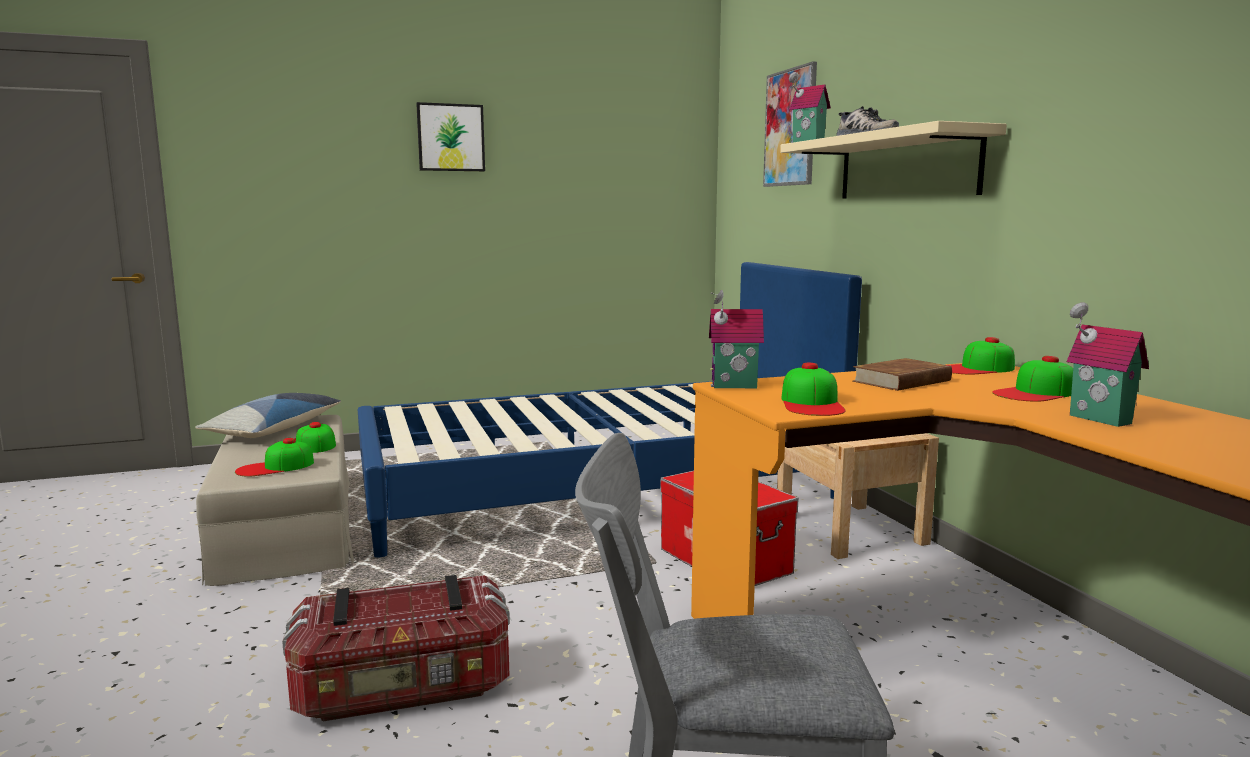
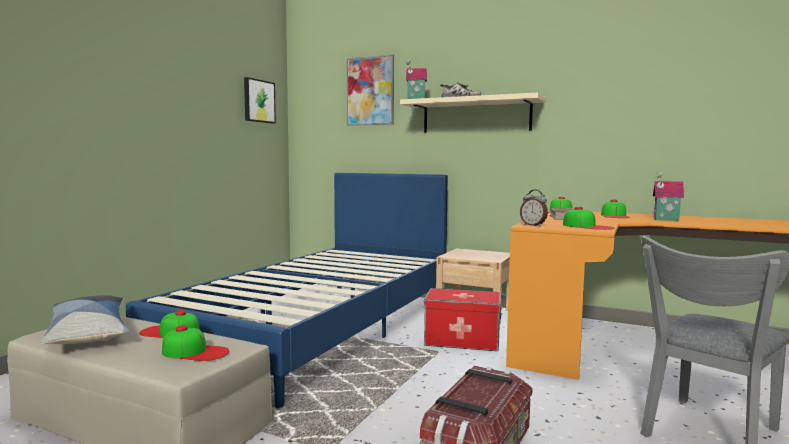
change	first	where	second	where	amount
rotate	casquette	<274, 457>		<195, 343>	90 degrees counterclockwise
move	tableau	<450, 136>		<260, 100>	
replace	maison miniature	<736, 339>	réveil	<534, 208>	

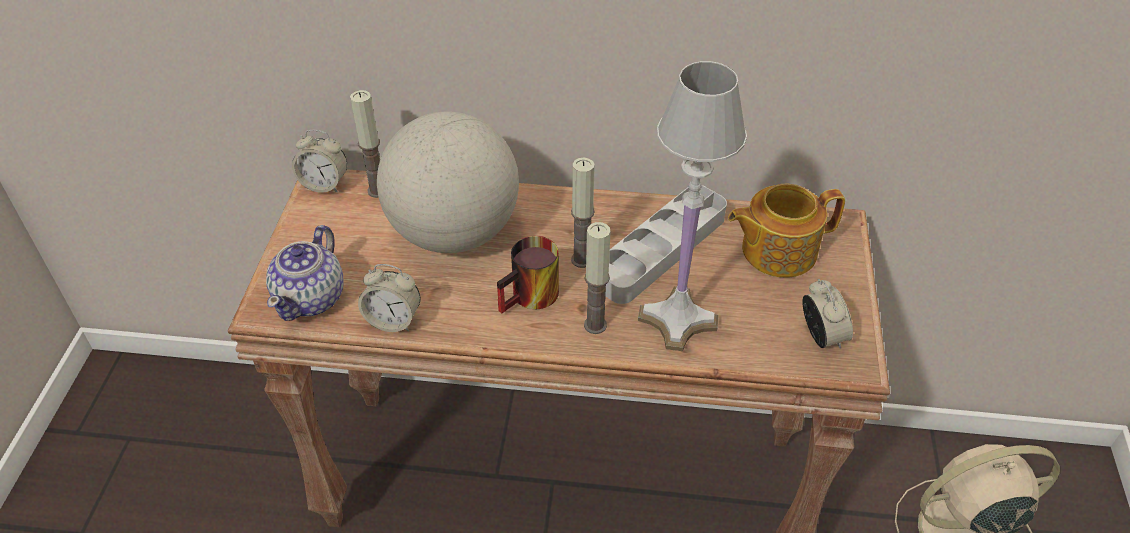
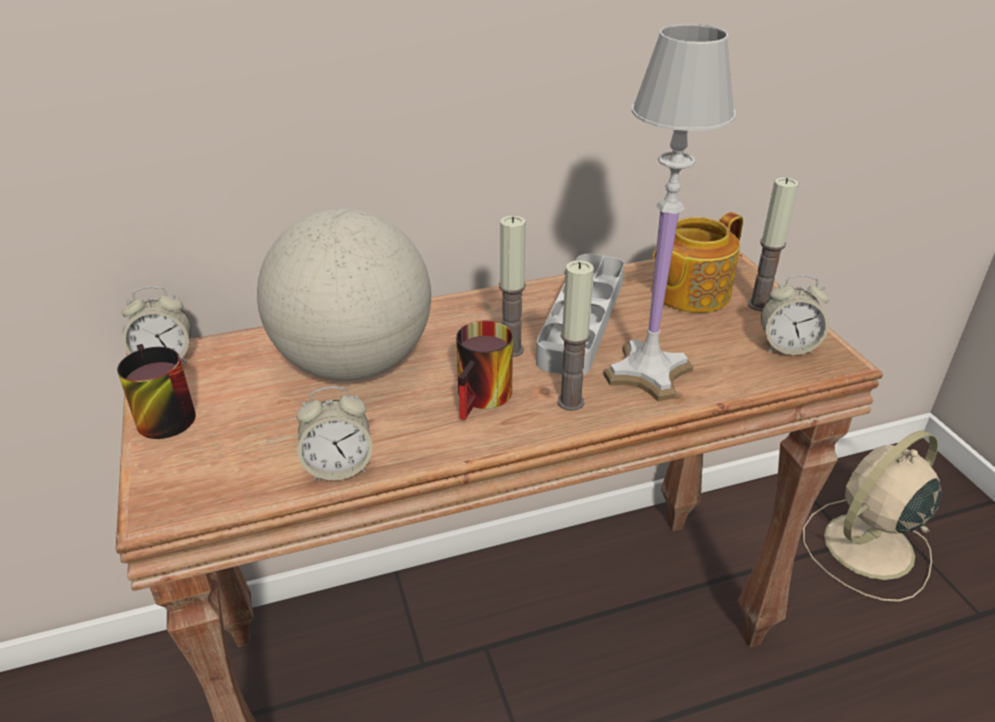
change	first	where	second	where	amount
insert			mug	<156, 391>	
move	bougie	<365, 144>		<773, 244>	
rotate	réveil	<827, 314>		<795, 315>	135 degrees clockwise
delete	théière	<304, 273>			

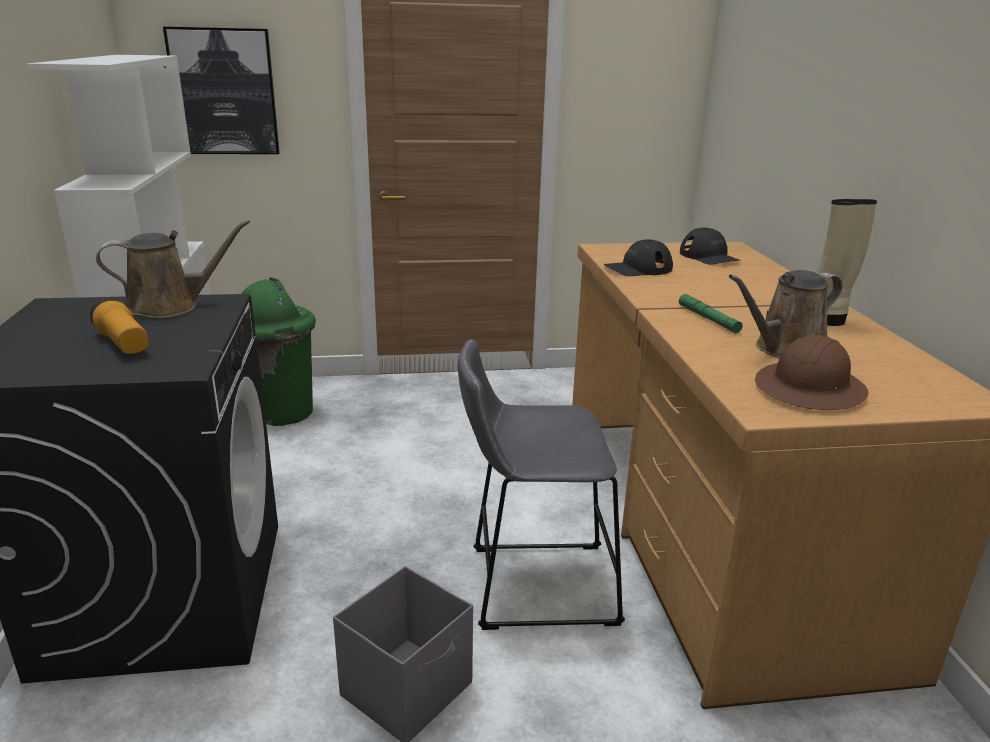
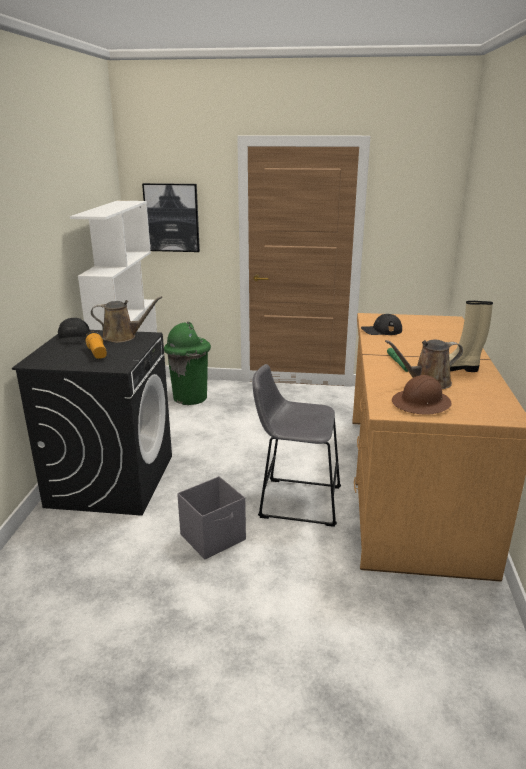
change	first	where	second	where	amount
move	casquette [noir]	<710, 246>		<74, 330>	

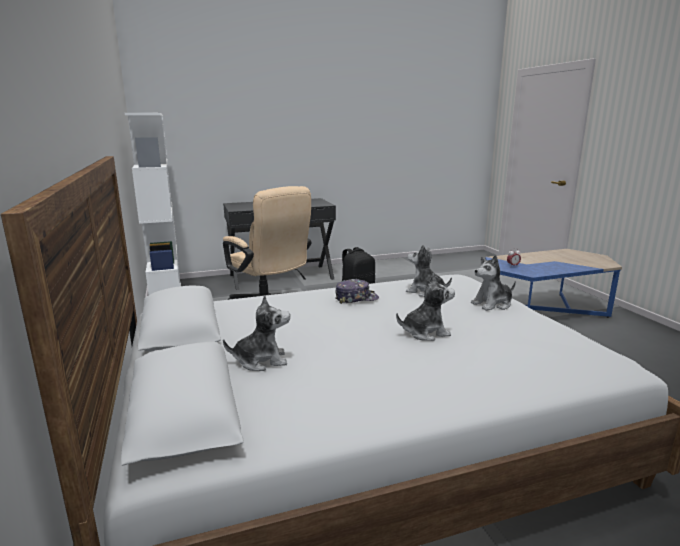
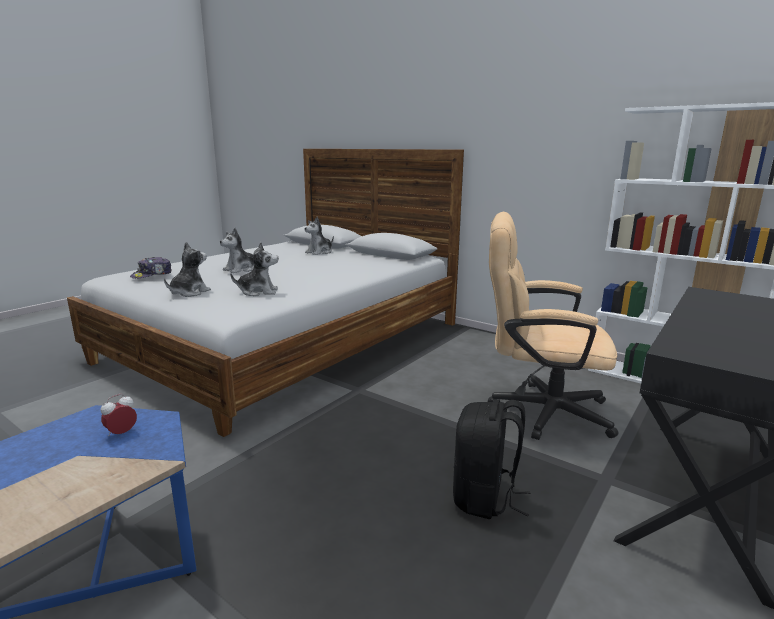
change	first	where	second	where	amount
move	casquette	<357, 291>		<150, 268>	

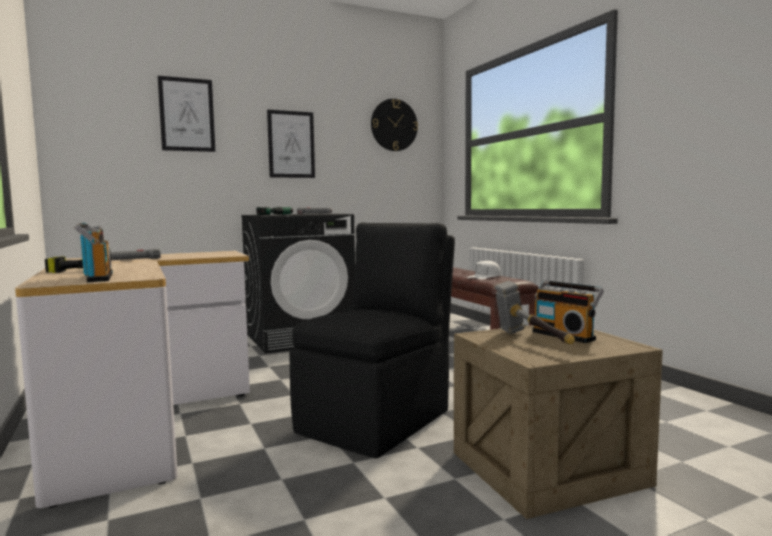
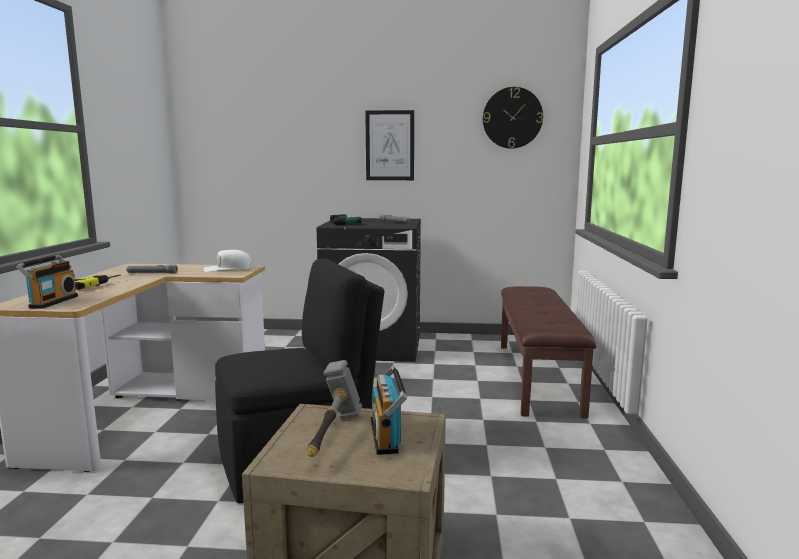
change	first	where	second	where	amount
move	casquette [blanc]	<484, 270>		<228, 261>	
delete	tableau	<186, 114>			

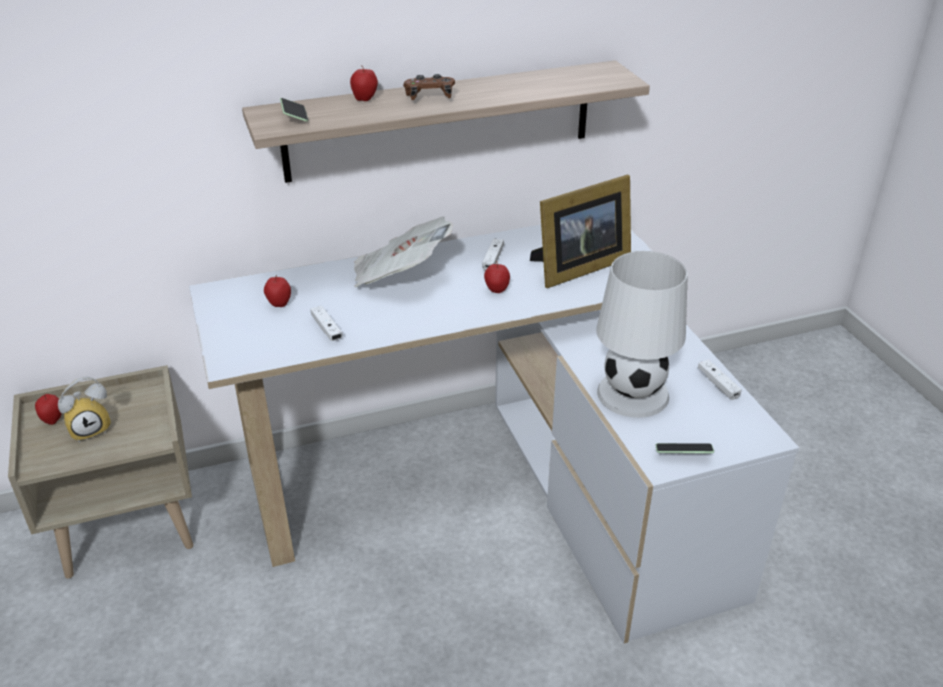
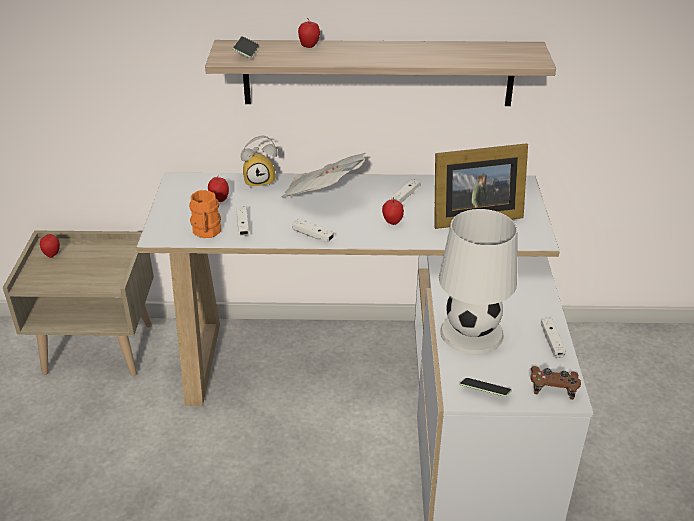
change	first	where	second	where	amount
insert			mug [orange]	<205, 214>	
move	réveil	<84, 410>		<259, 162>	
insert			manette [blanc]	<313, 230>	
move	manette [marron]	<429, 87>		<555, 383>	

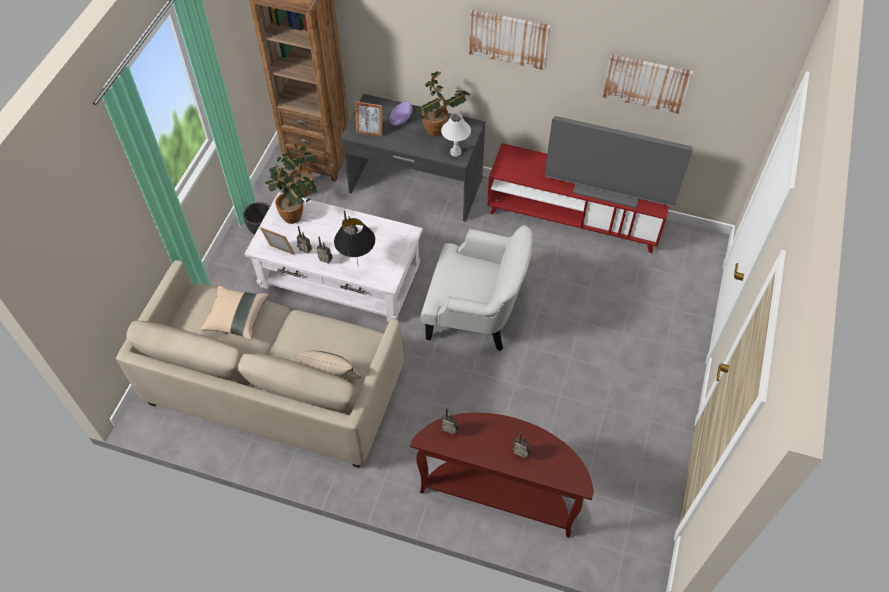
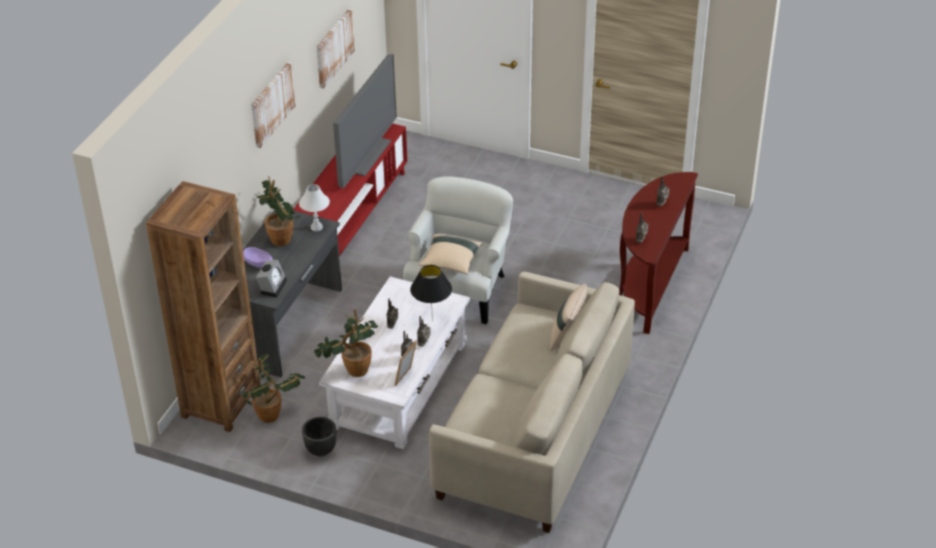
change	first	where	second	where	amount
replace	cadre photo	<368, 119>	réveil	<271, 279>	
move	coussin [beige]	<234, 313>		<450, 254>	

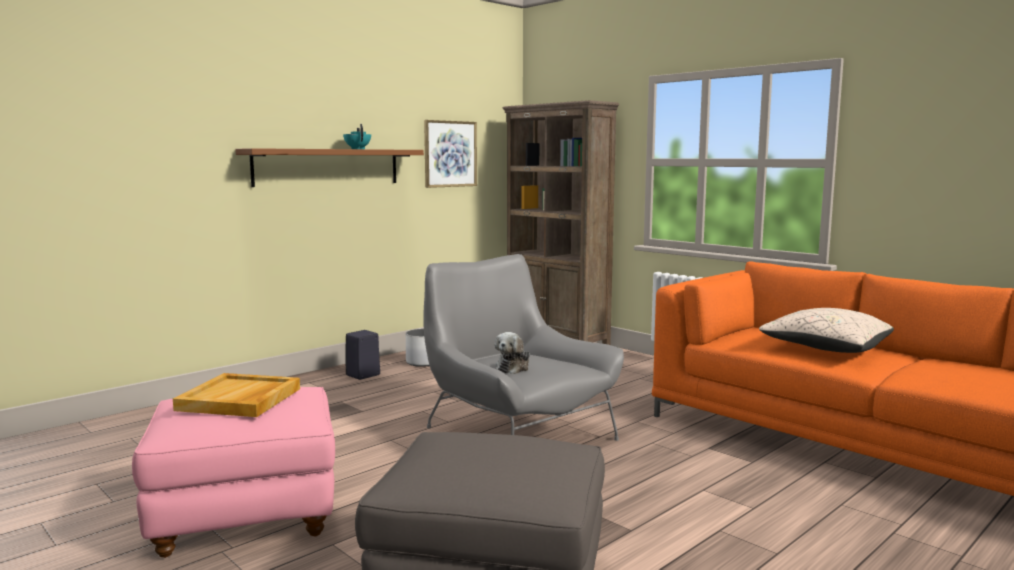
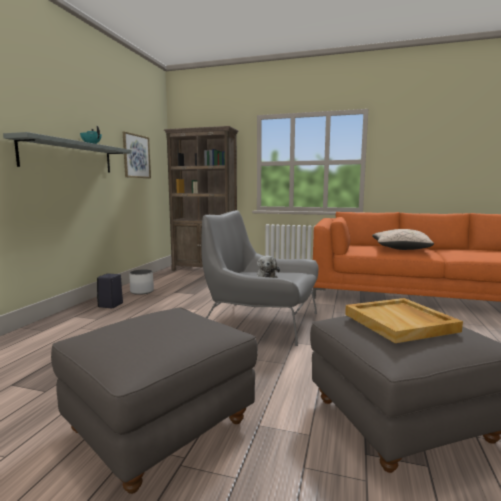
change	first	where	second	where	amount
recolor	étagère [marron]	<329, 167>	étagère [gris]	<67, 152>	
recolor	pouf [rose]	<233, 472>	pouf [gris]	<154, 401>	
move	plateau [beige]	<236, 395>		<404, 320>	

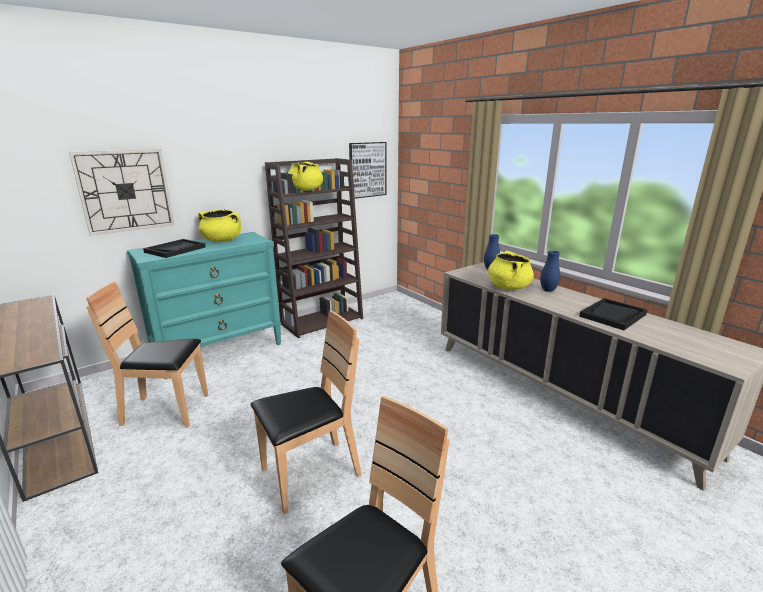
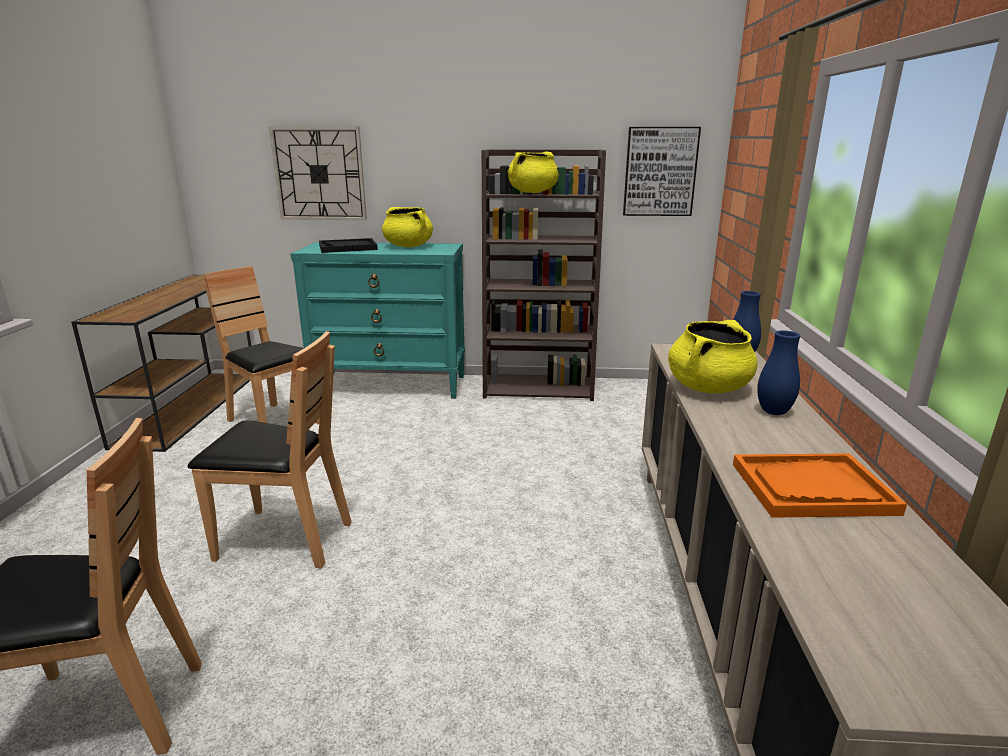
change	first	where	second	where	amount
recolor	plateau [noir]	<613, 314>	plateau [orange]	<820, 485>	

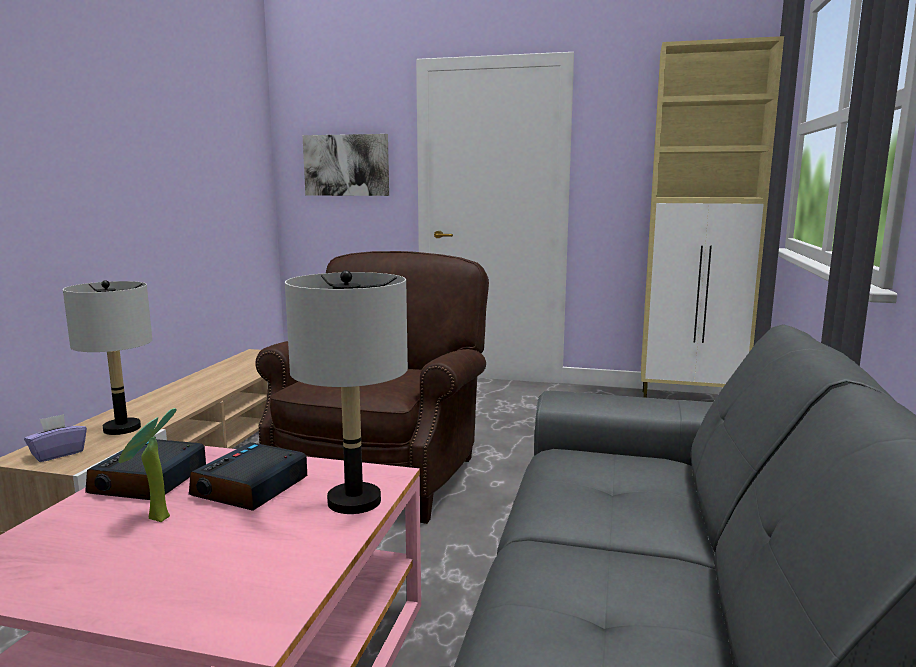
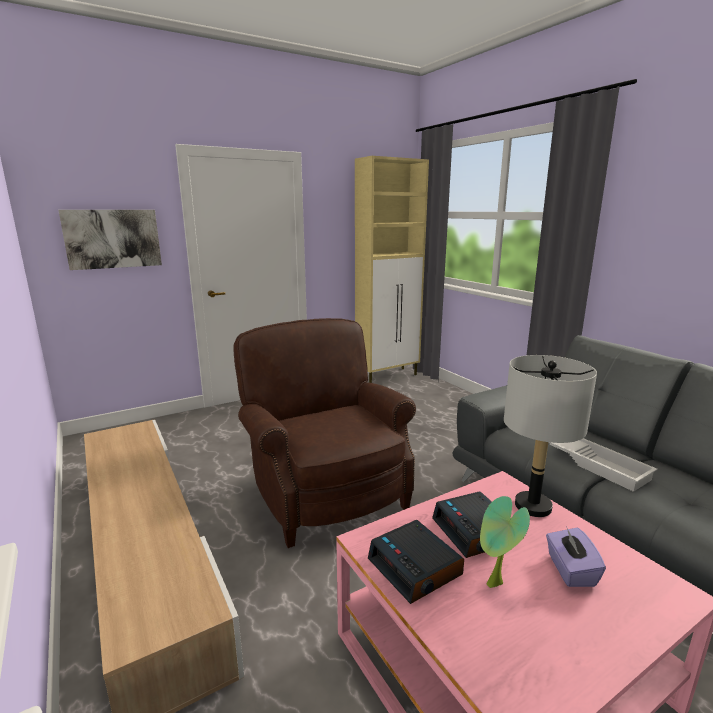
change	first	where	second	where	amount
move	boîte à mouchoirs [violet]	<55, 438>		<576, 556>	
insert			plateau [blanc]	<602, 465>	
delete	lampe de table [gris]	<107, 357>			

